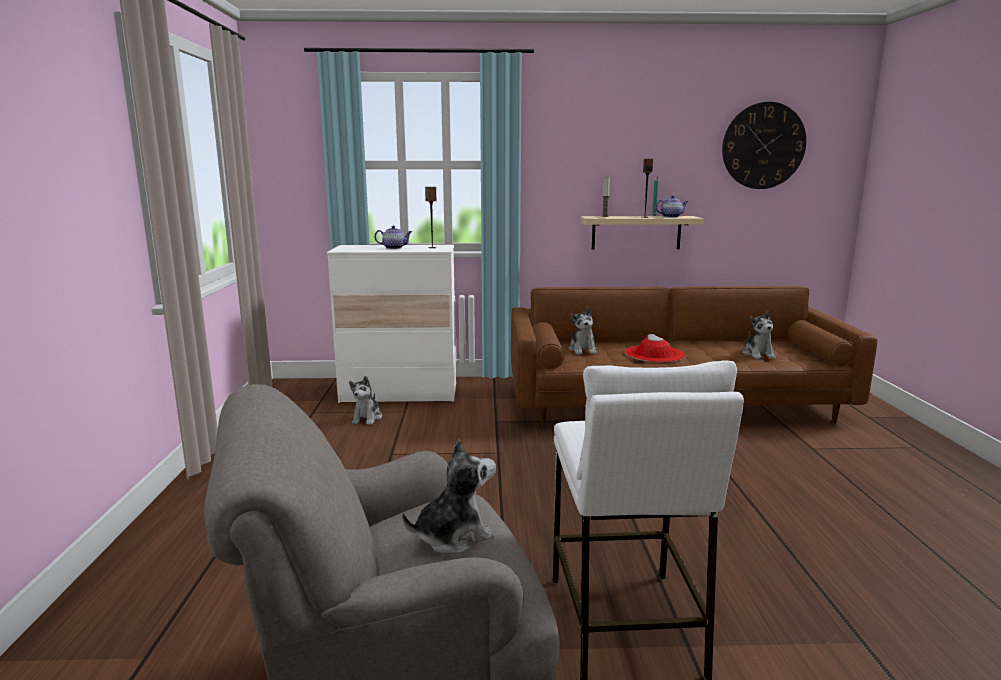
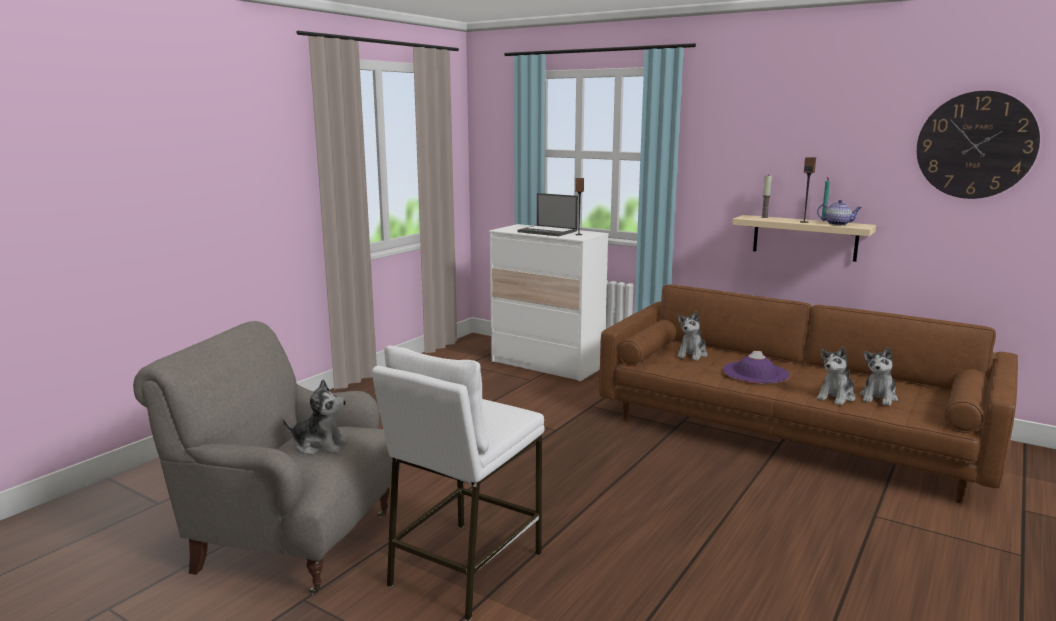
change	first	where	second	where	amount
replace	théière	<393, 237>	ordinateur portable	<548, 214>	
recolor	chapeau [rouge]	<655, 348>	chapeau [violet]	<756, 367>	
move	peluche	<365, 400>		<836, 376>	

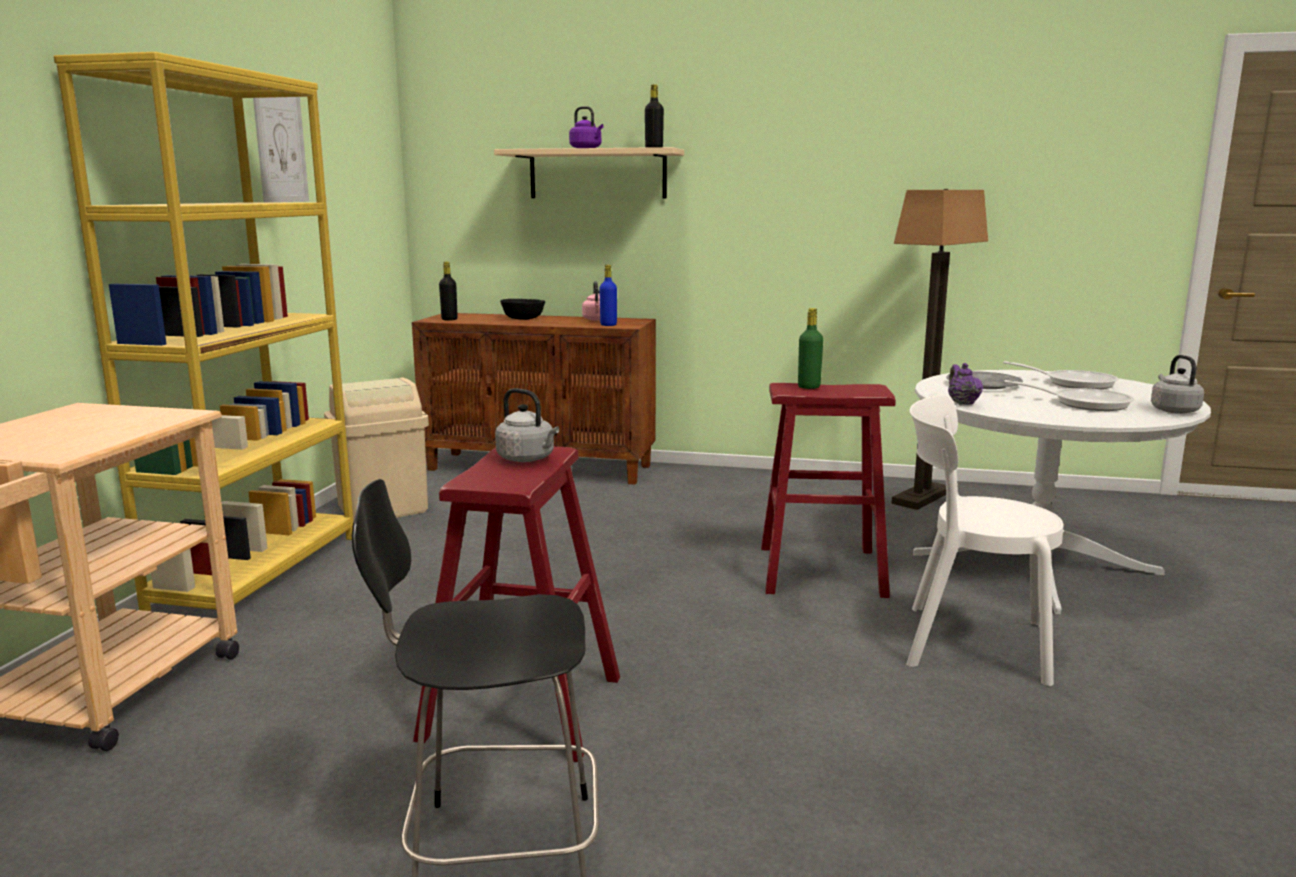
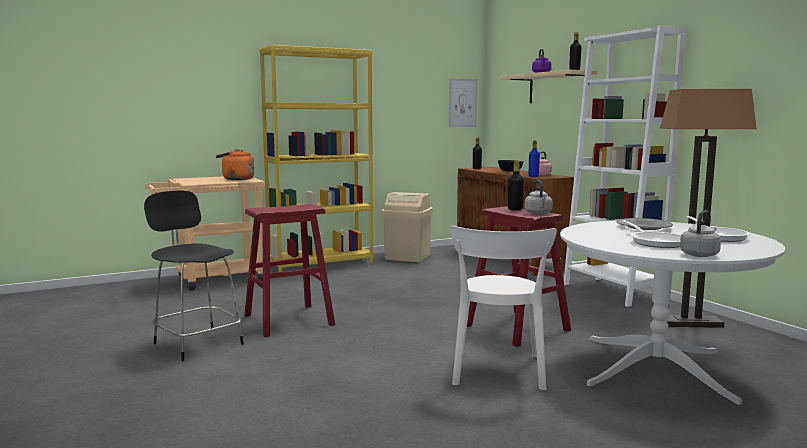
change	first	where	second	where	amount
insert			bouilloire [orange]	<235, 164>	
move	tableau	<281, 149>		<463, 102>	
rotate	chaise [blanc]	<984, 540>		<503, 308>	150 degrees counterclockwise
recolor	bouteille [vert]	<810, 348>	bouteille [noir]	<516, 185>	
move	bouilloire [gris]	<527, 425>		<538, 197>	
insert			bibliothèque [blanc]	<625, 166>	
delete	théière [violet]	<965, 384>			

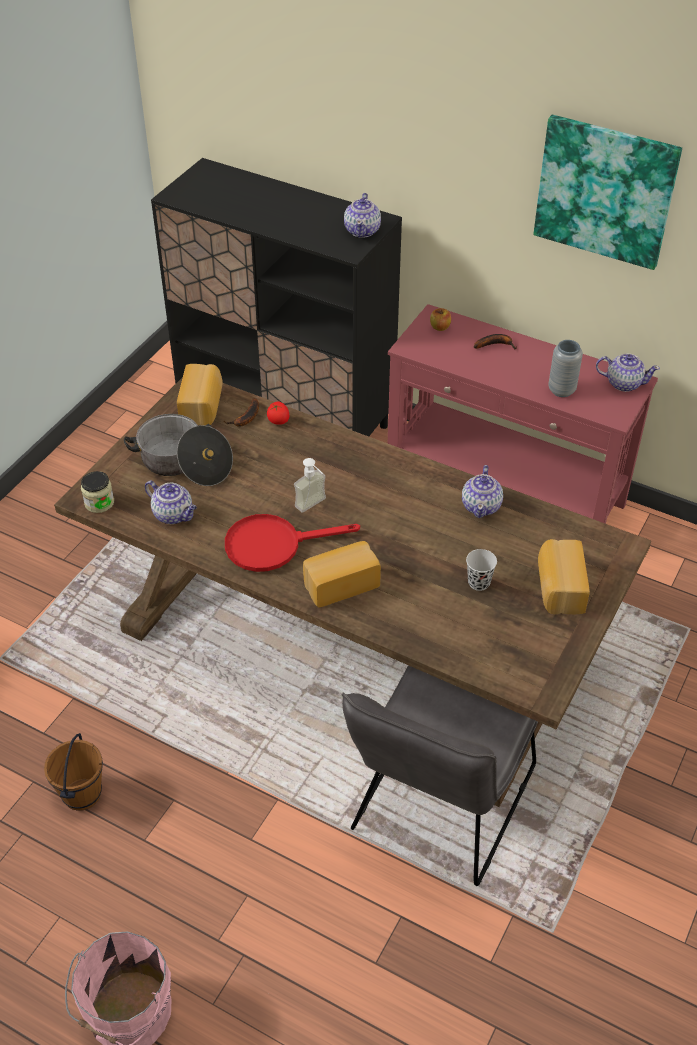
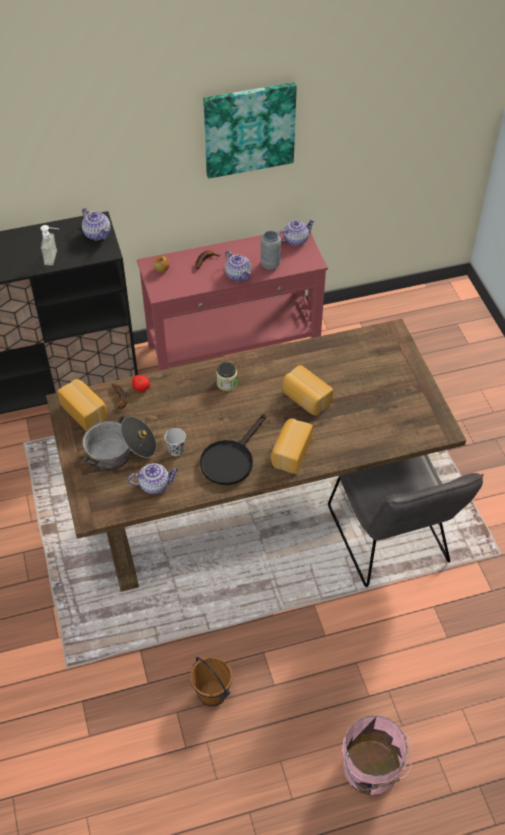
change	first	where	second	where	amount
move	distributeur de savon	<310, 485>		<49, 245>	
move	tasse [noir]	<481, 570>		<175, 442>	
recolor	poêle [rouge]	<292, 543>	poêle [noir]	<233, 449>	
move	bocal	<97, 492>		<226, 376>	
move	théière	<482, 491>		<238, 265>	
move	pain	<564, 576>		<308, 390>	

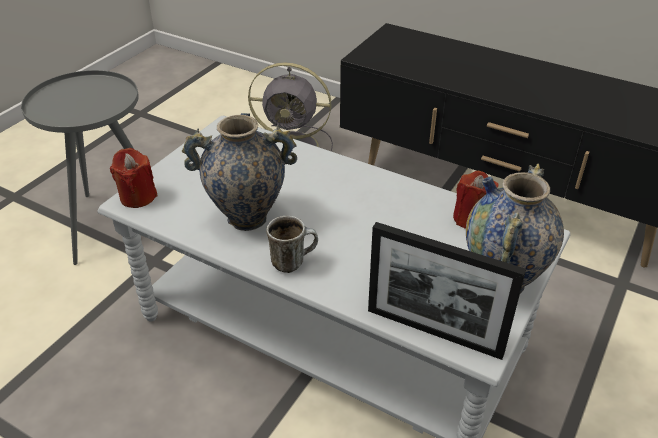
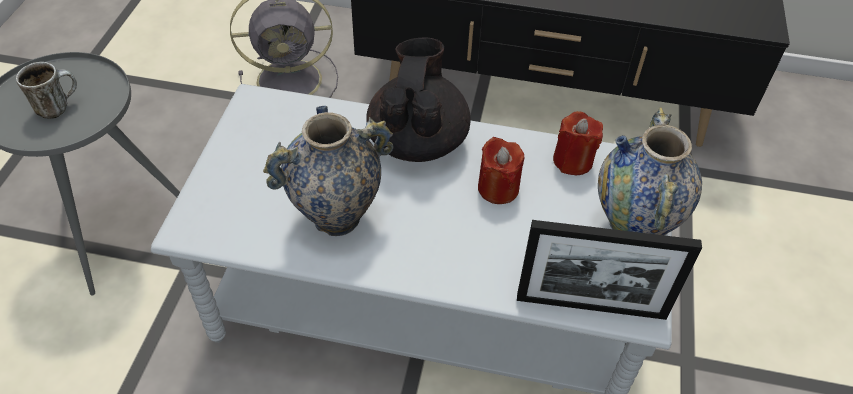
change	first	where	second	where	amount
move	mug	<292, 244>		<46, 90>	
insert			théière [noir]	<418, 99>	
move	bougie [rouge]	<134, 178>		<501, 170>	

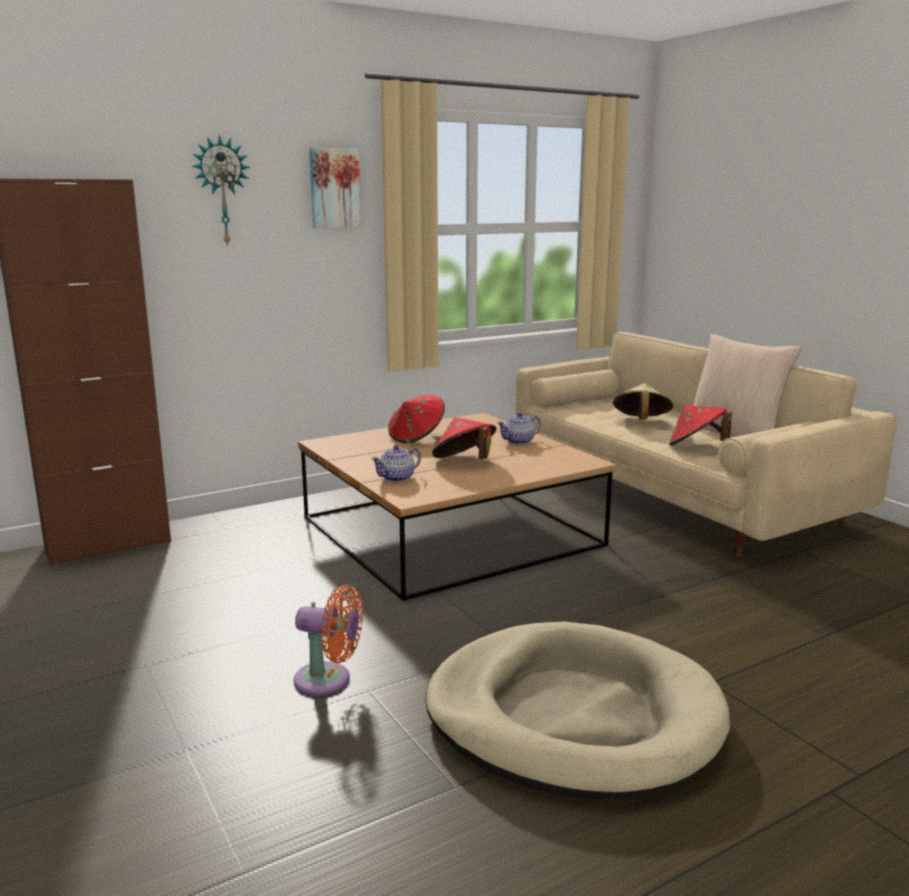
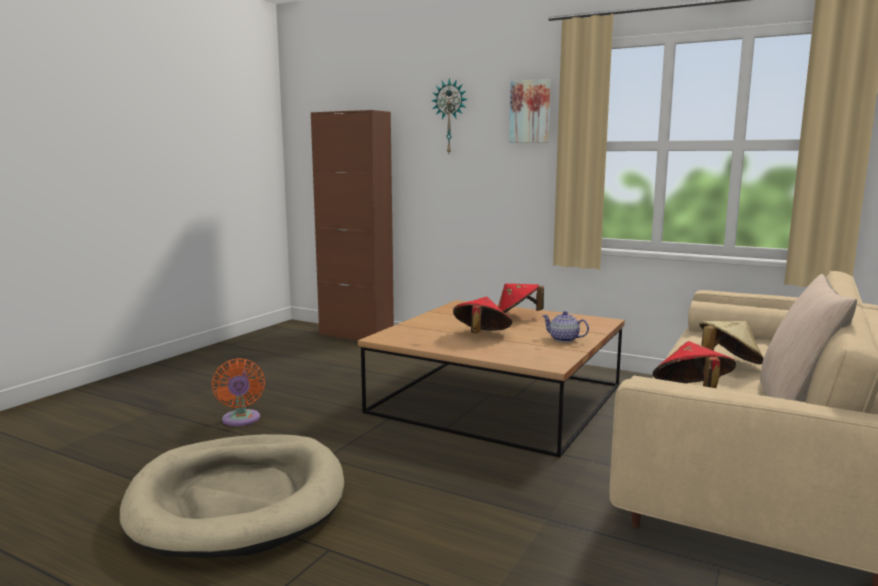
change	first	where	second	where	amount
delete	théière	<396, 463>			

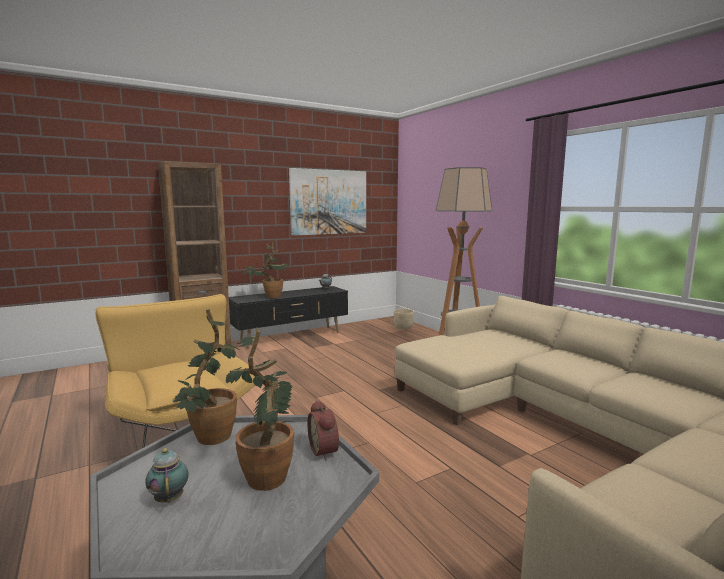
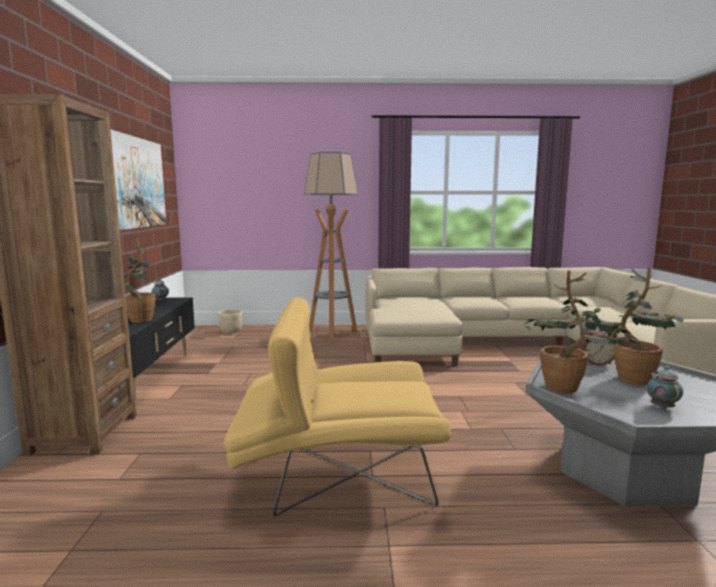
change	first	where	second	where	amount
rotate	théière	<167, 475>		<665, 387>	90 degrees clockwise

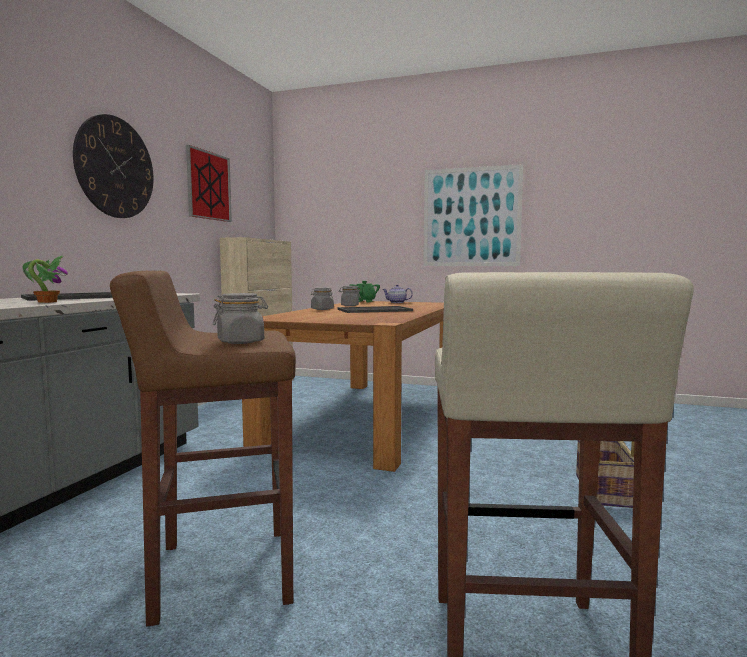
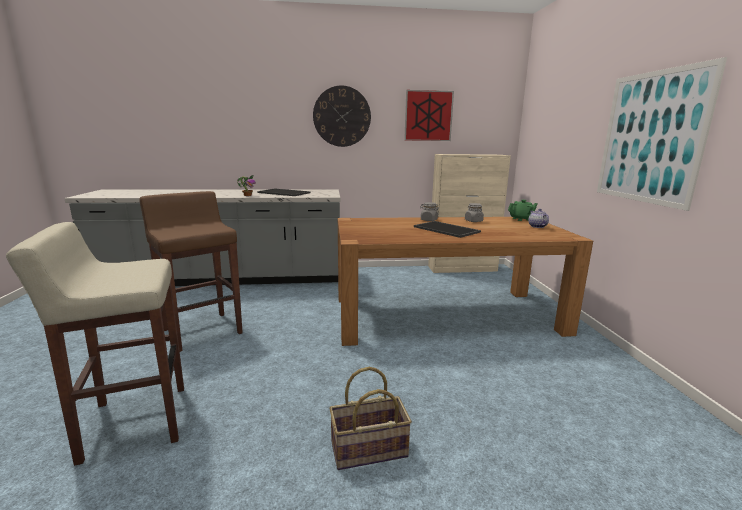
change	first	where	second	where	amount
delete	bocal [gris]	<240, 318>			

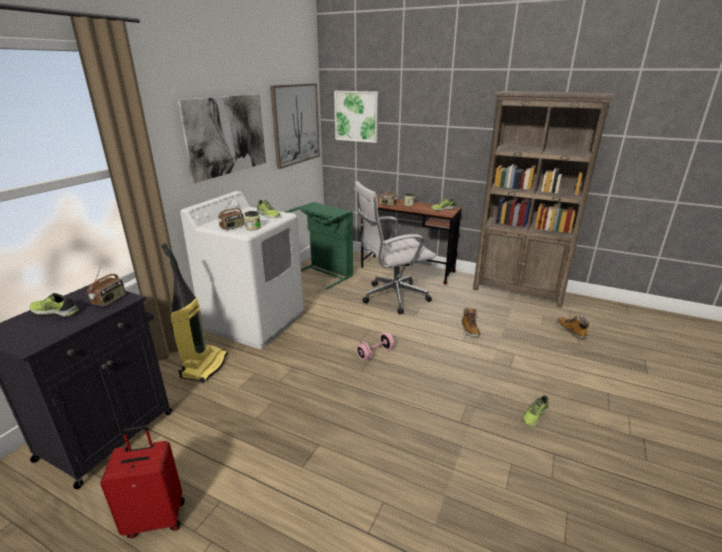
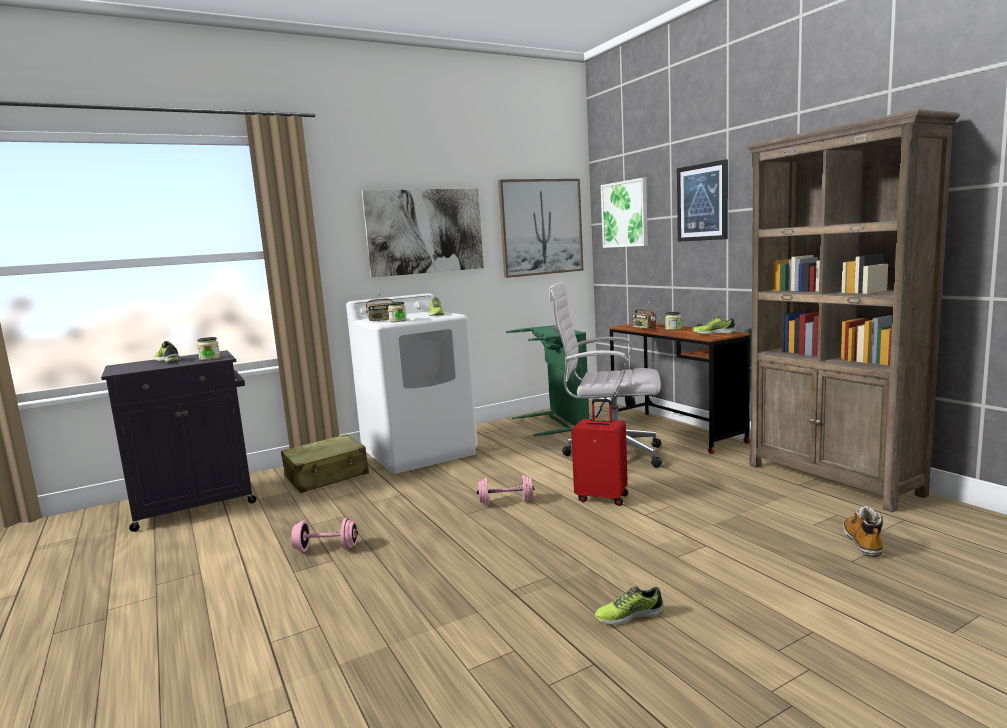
change	first	where	second	where	amount
replace	radio	<106, 286>	bocal	<208, 348>	
replace	aspirateur	<194, 313>	valise [beige]	<325, 463>	
insert			haltère [rose]	<324, 535>	
move	valise [rouge]	<142, 482>		<599, 452>	
insert			tableau	<702, 200>	
delete	botte	<471, 322>			

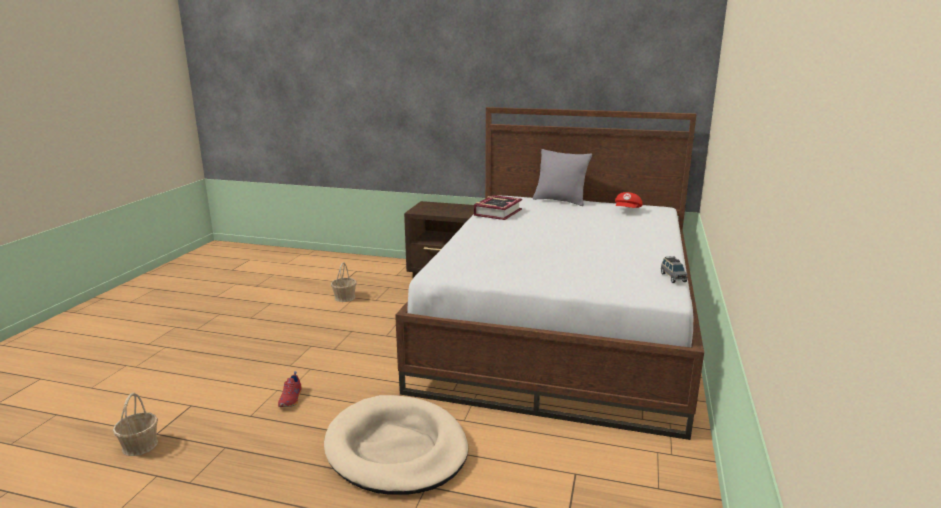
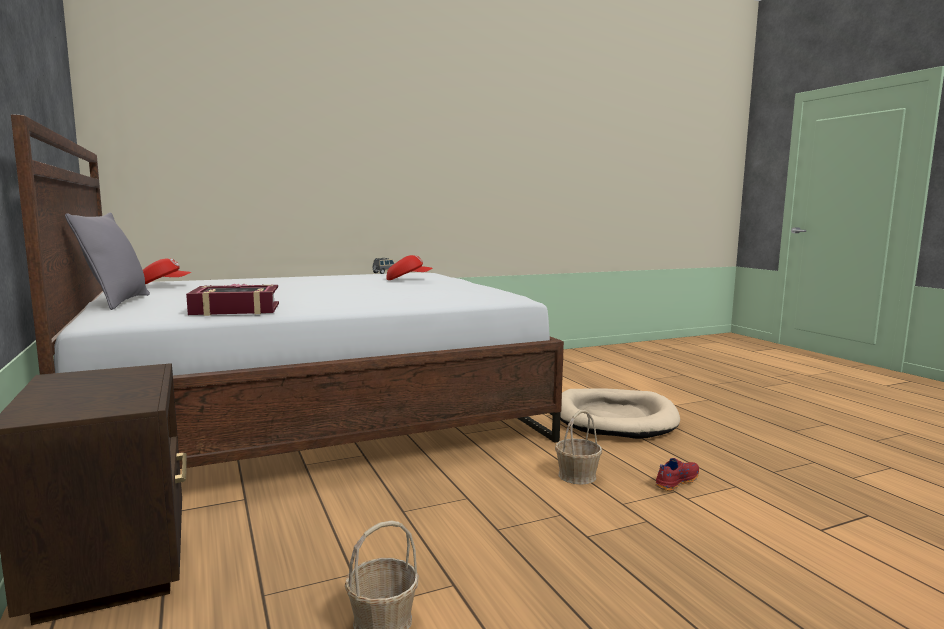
change	first	where	second	where	amount
insert			casquette [rouge]	<410, 267>	
move	panier	<135, 424>		<578, 447>	

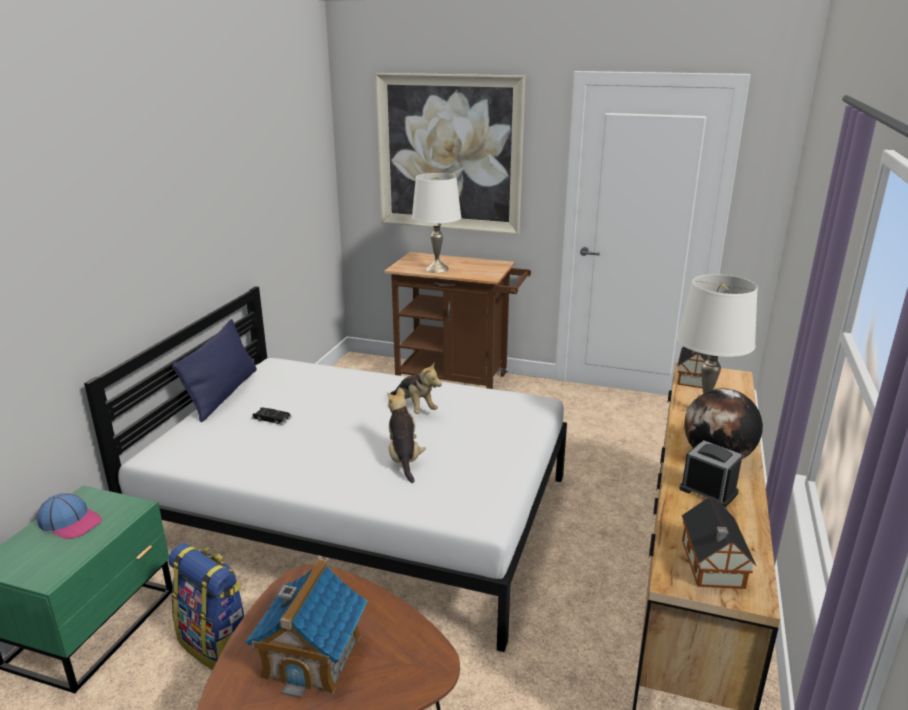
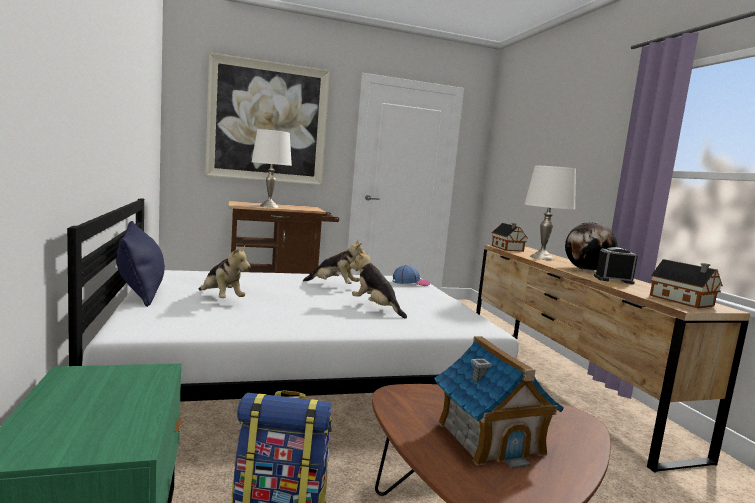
change	first	where	second	where	amount
replace	petite voiture [noir]	<272, 416>	peluche	<224, 271>	
move	casquette	<69, 516>		<412, 275>	

